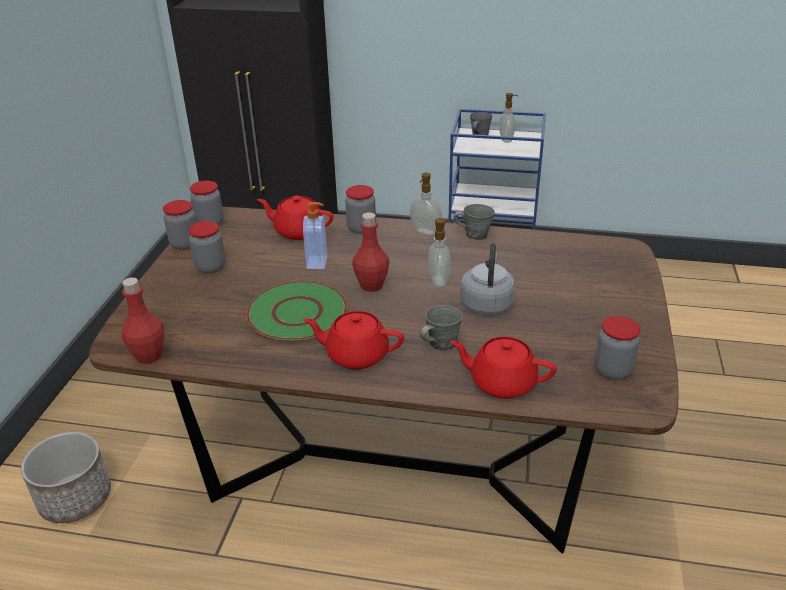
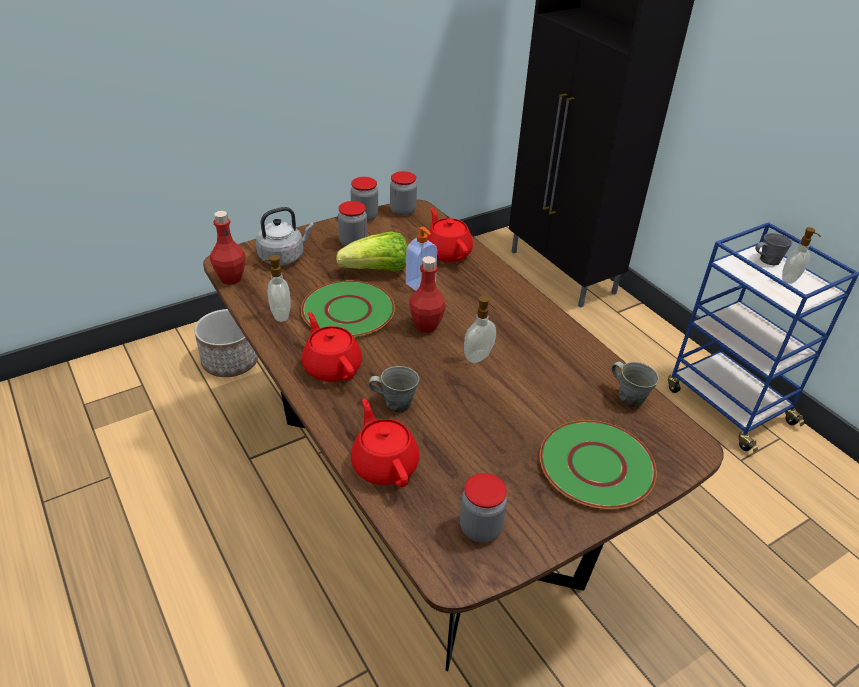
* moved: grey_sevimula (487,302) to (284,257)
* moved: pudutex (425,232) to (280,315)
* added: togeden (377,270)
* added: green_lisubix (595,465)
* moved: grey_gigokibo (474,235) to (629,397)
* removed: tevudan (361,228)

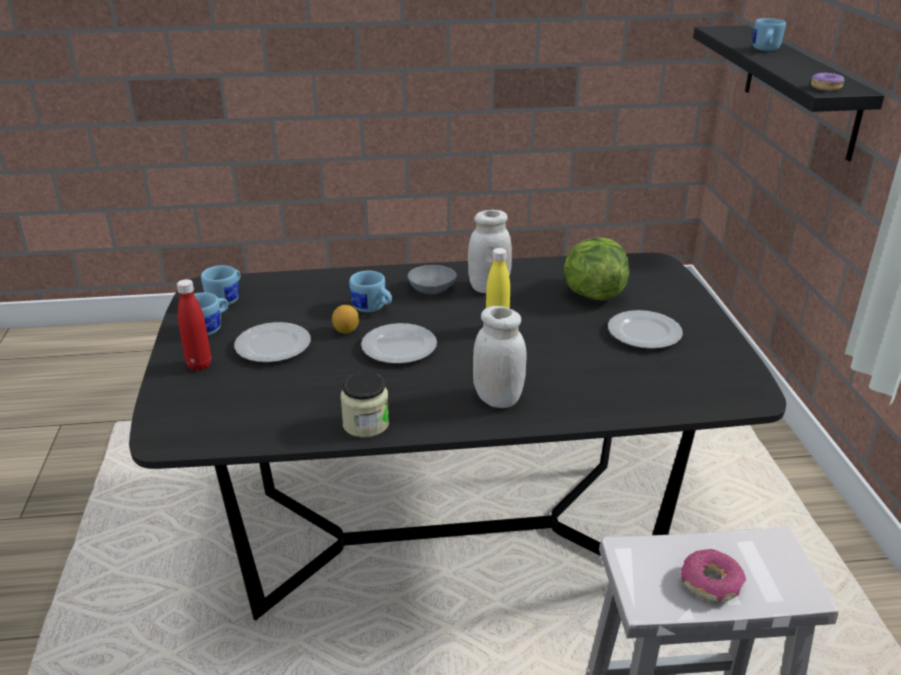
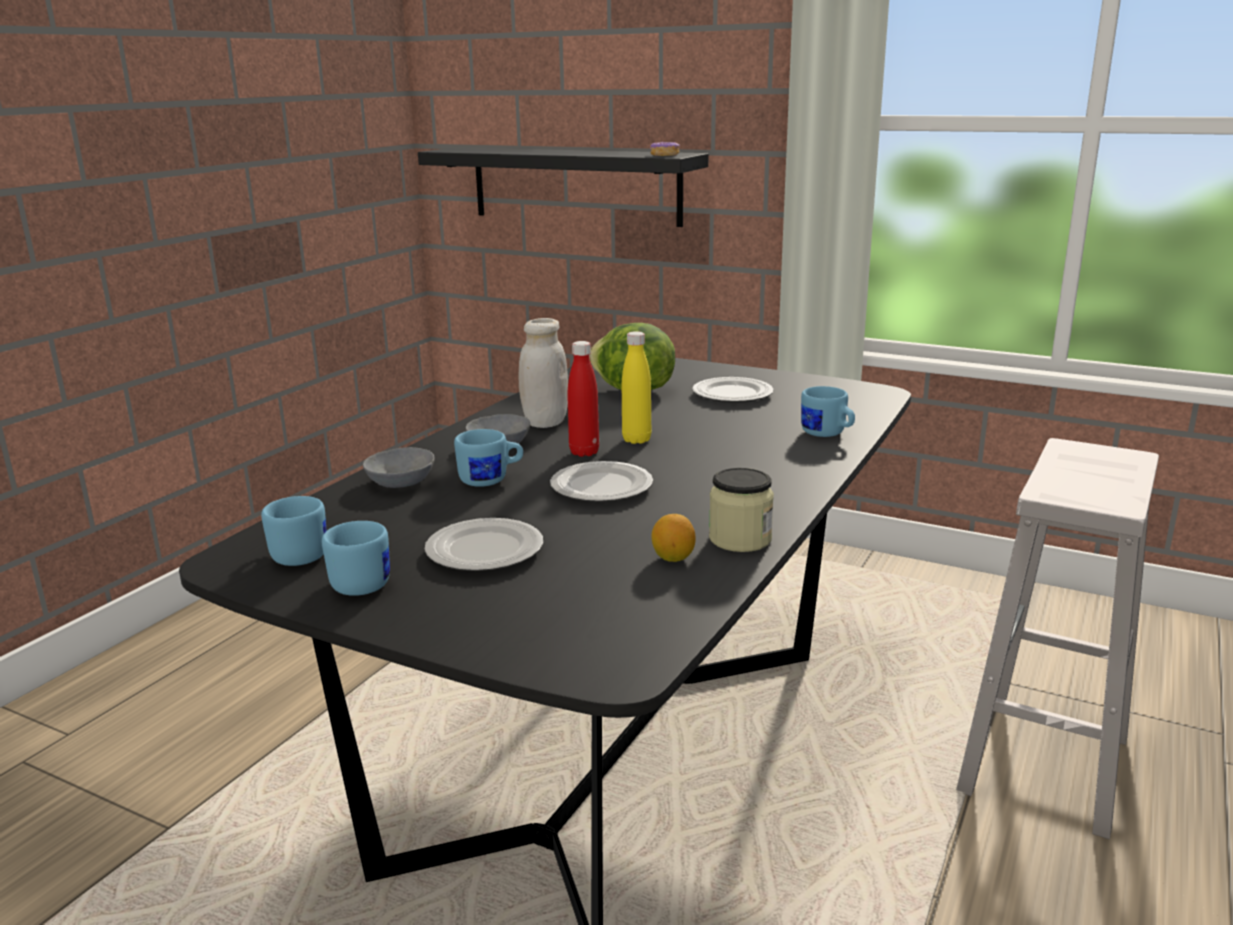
* added: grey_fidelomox (399,480)
* moved: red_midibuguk (199,365) to (584,452)
* moved: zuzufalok (346,331) to (673,558)
* moved: blue_gigokibo (764,50) to (827,435)
* removed: white_tevudan (497,399)
* removed: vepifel (711,583)

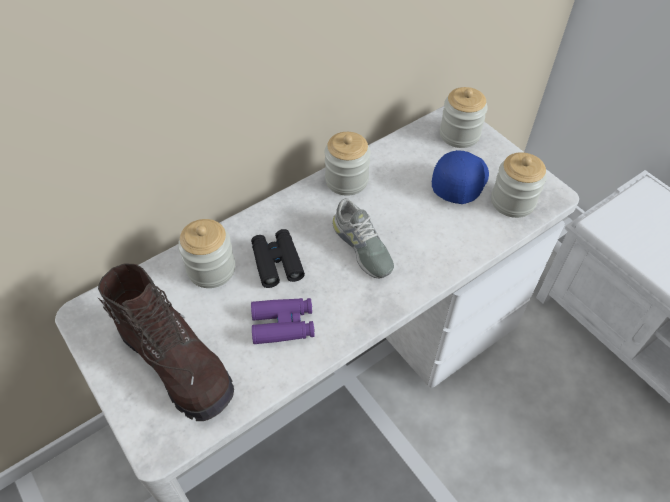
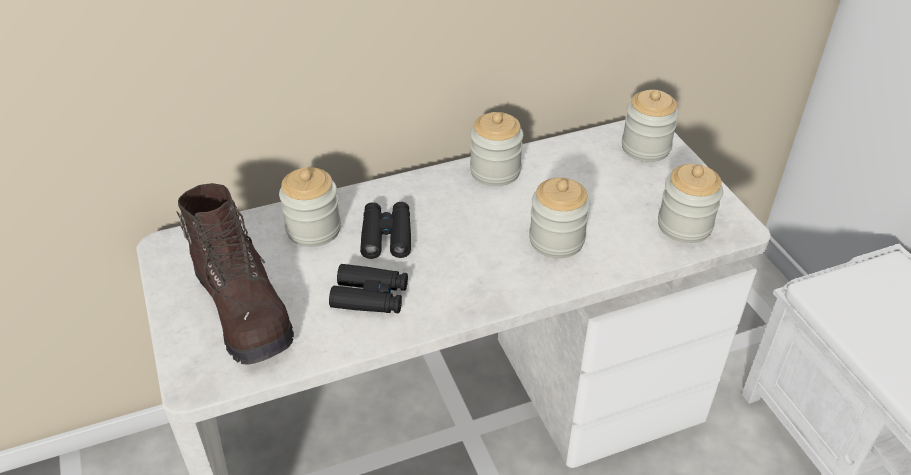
* recoloured: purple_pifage (283,324) to black_pifage (370,296)
* added: tevudan (556,240)
* removed: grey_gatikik (362,247)
* removed: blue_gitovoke (459,181)

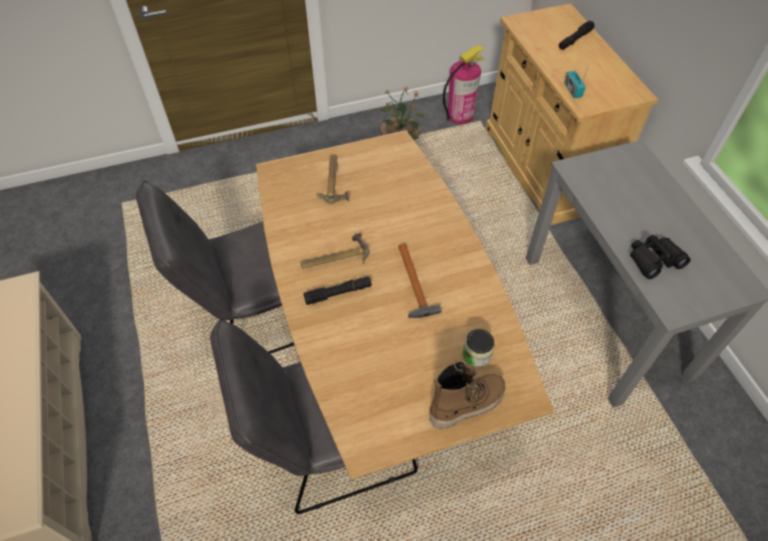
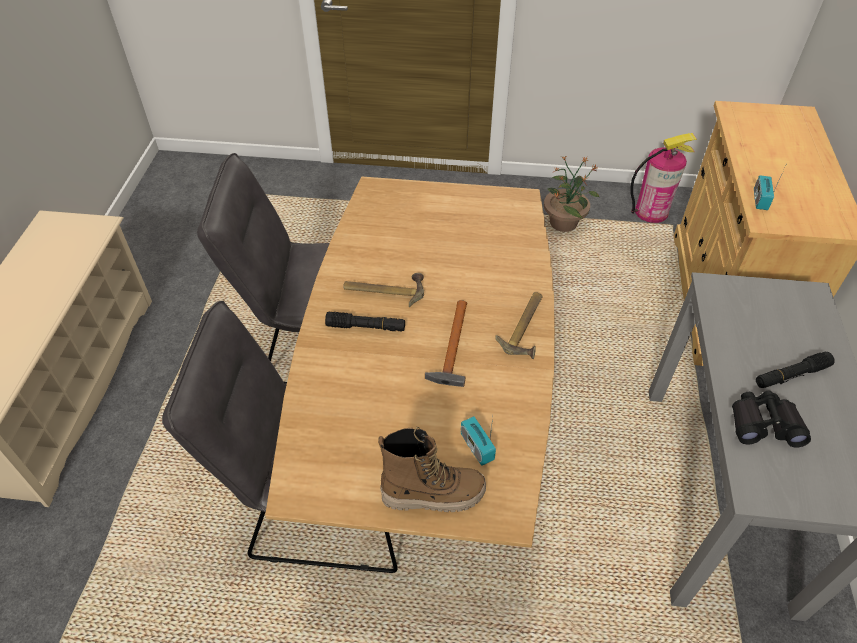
* replaced: tevudan (476,355) to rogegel (477,447)
* moved: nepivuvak (335,181) to (527,327)
* moved: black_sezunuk (575,40) to (791,375)

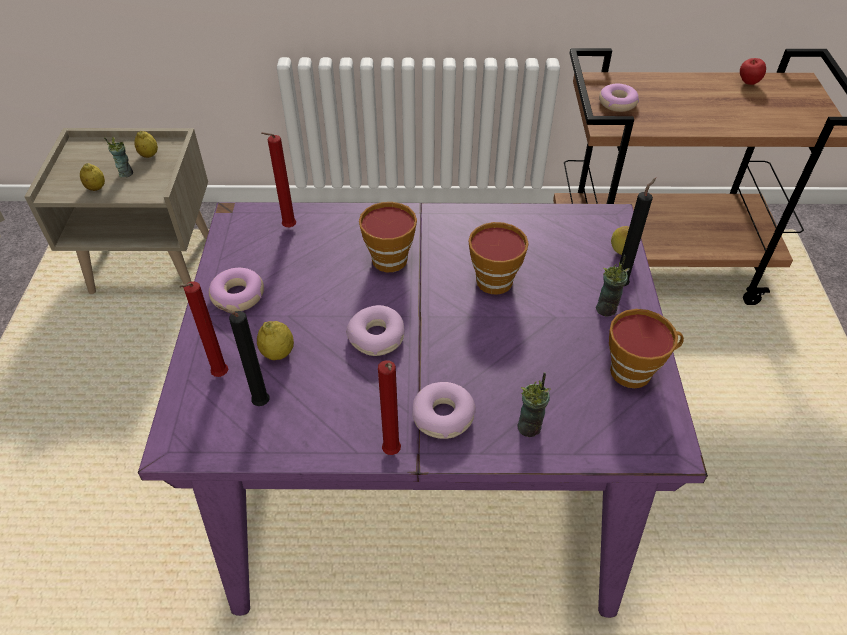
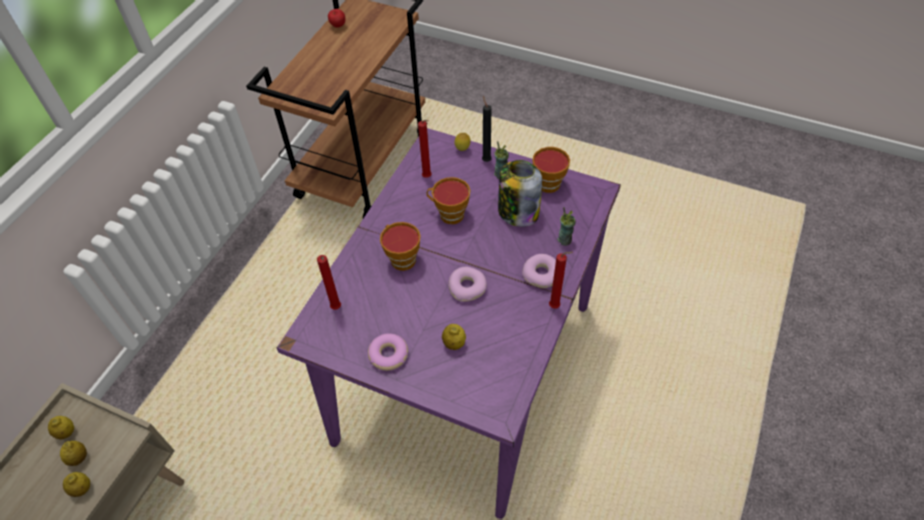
* replaced: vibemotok (126,173) to zuzufalok (79,458)
* moved: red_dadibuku (219,376) to (428,177)
* added: tevudan (517,211)
* removed: black_dadibuku (258,403)
* removed: vepifel (617,103)

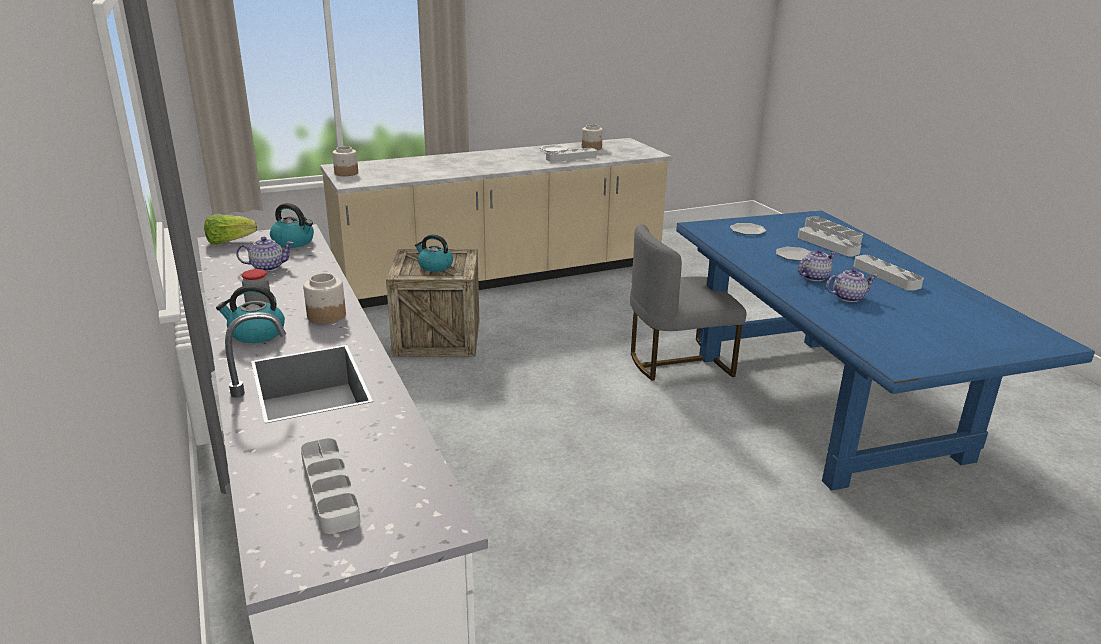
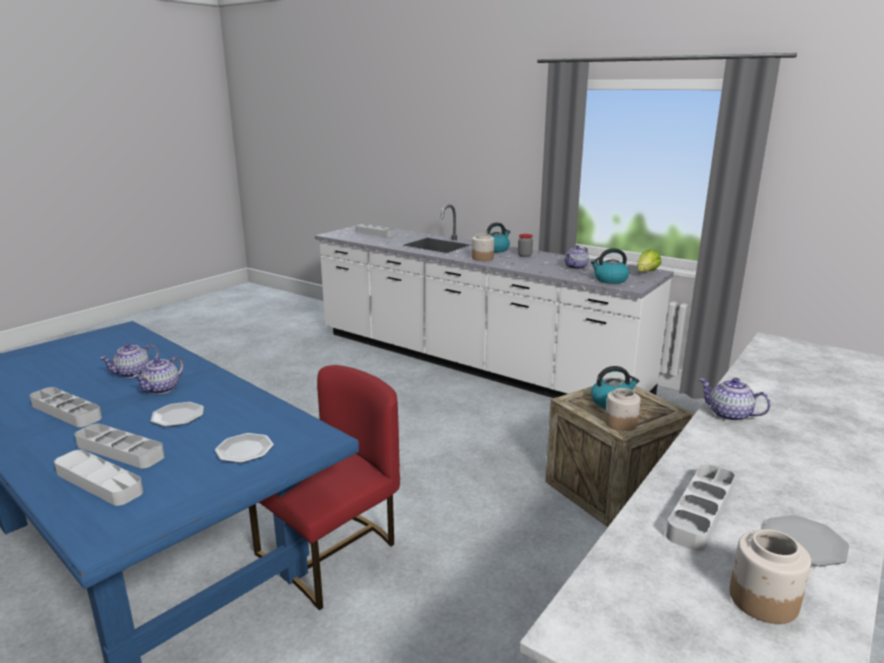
* recoloured: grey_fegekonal (678,362) to red_fegekonal (331,553)
* moved: tevudan (346,173) to (620,423)
* added: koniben (730,415)

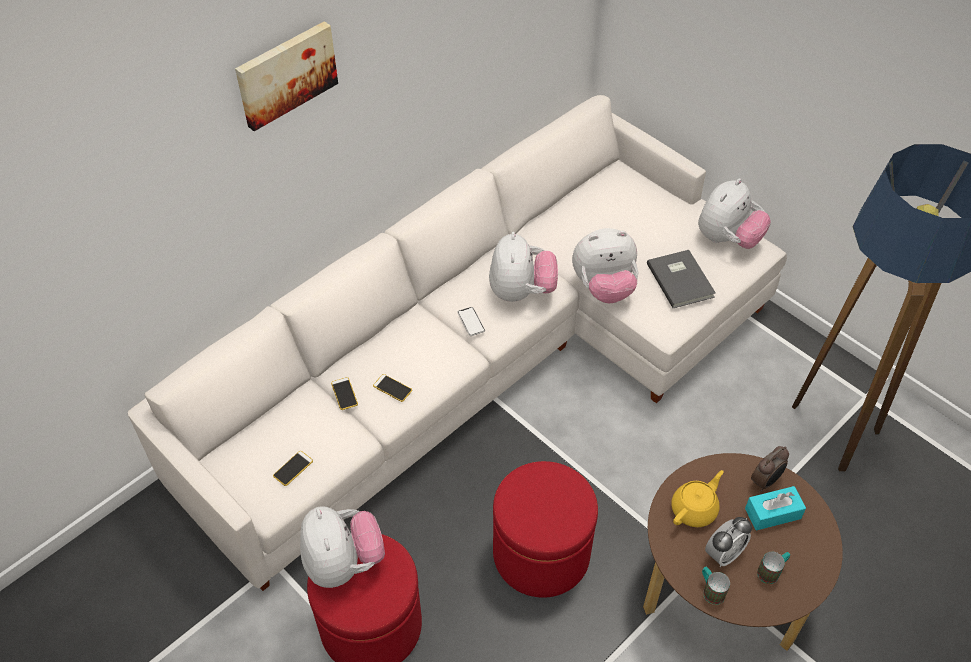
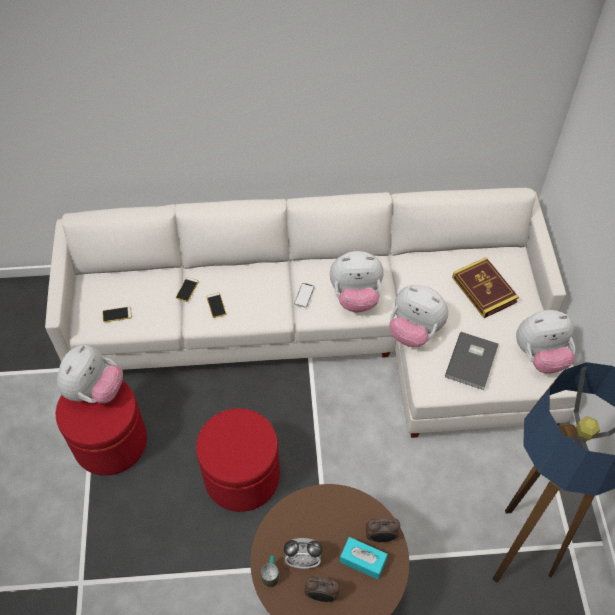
* replaced: gigokibo (771,571) to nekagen (321,595)
* turned: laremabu (521,291) = (355,297) 45 degrees clockwise
* added: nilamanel (484,290)
* removed: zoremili (285,74)
* removed: yellow_koniben (694,509)

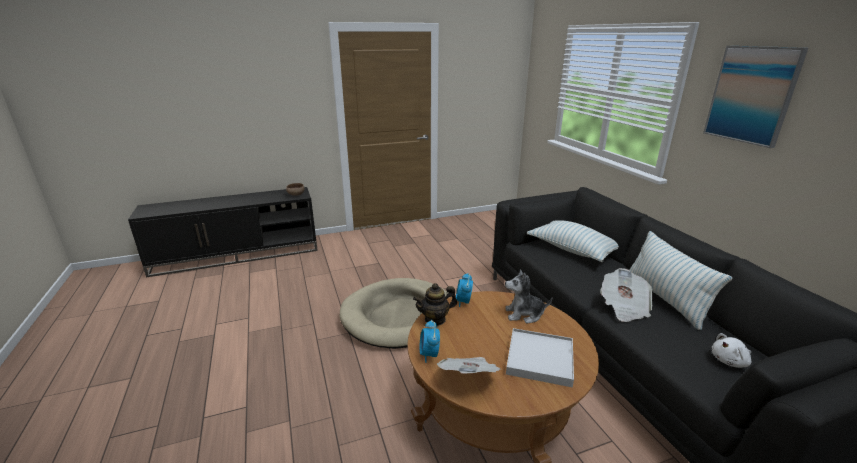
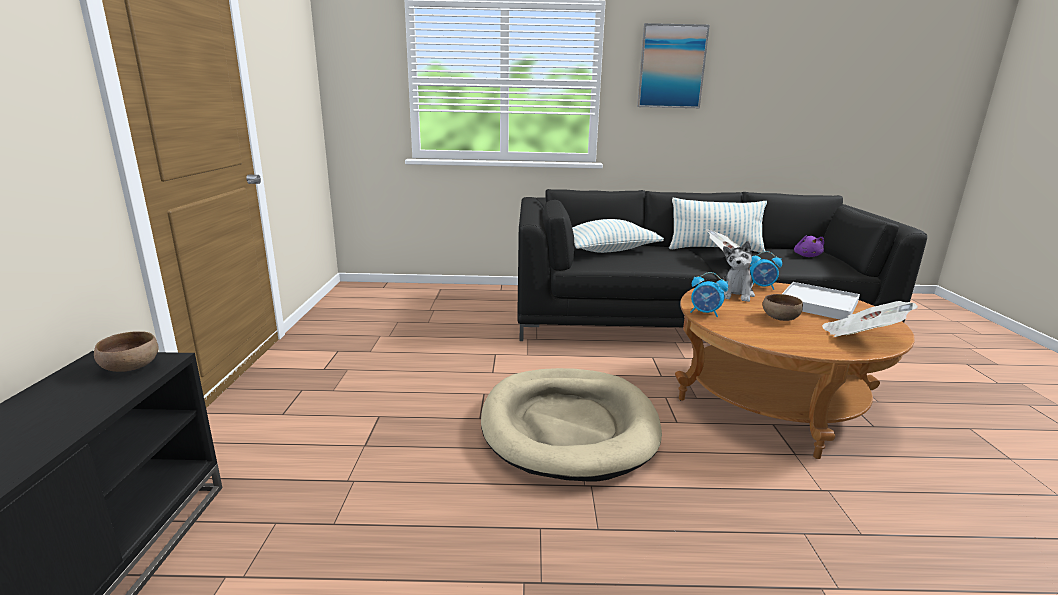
* moved: nekagen (429,354) to (761,287)
* added: brown_fidelomox (779,318)
* recoloured: white_laremabu (730,361) to purple_laremabu (807,256)
* removed: koniben (435,319)

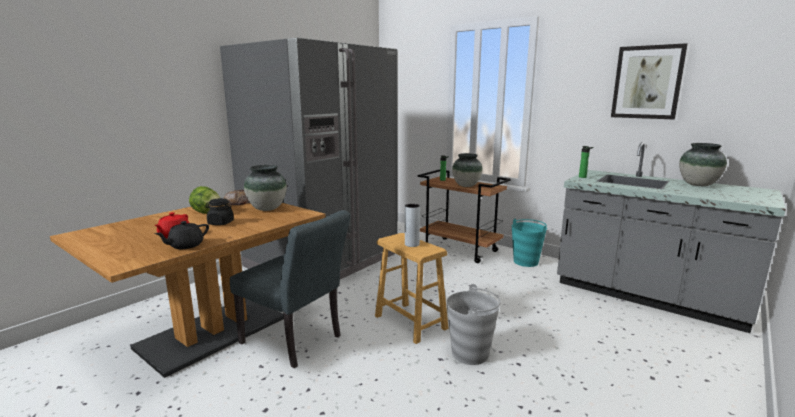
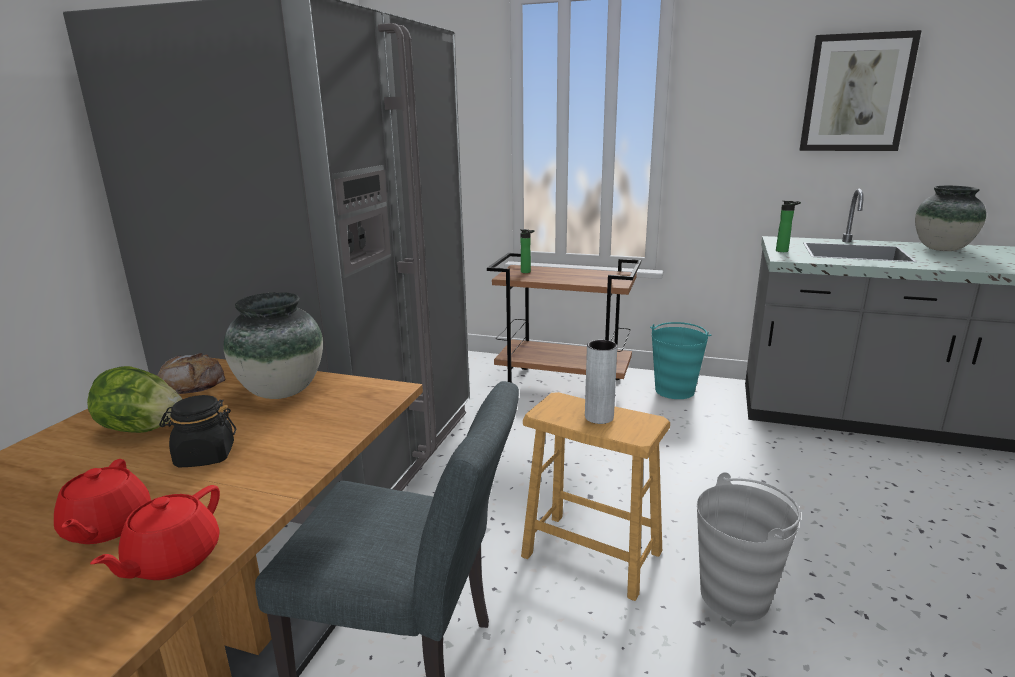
* recoloured: black_koniben (185,246) to red_koniben (172,560)
* removed: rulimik (466,185)

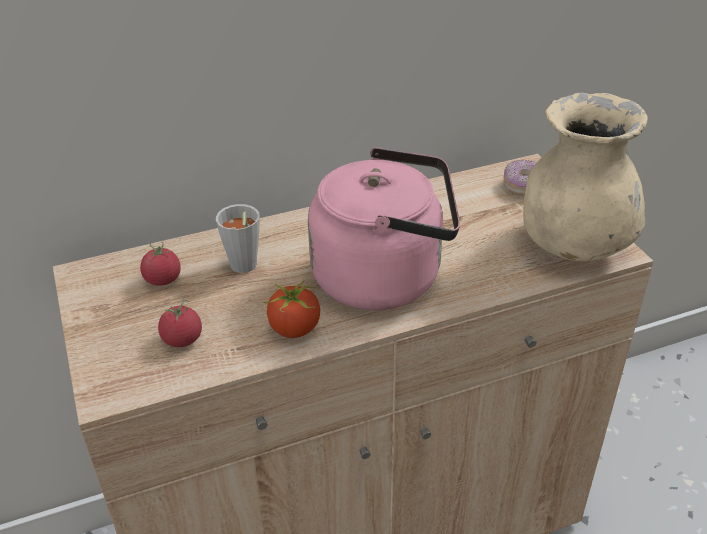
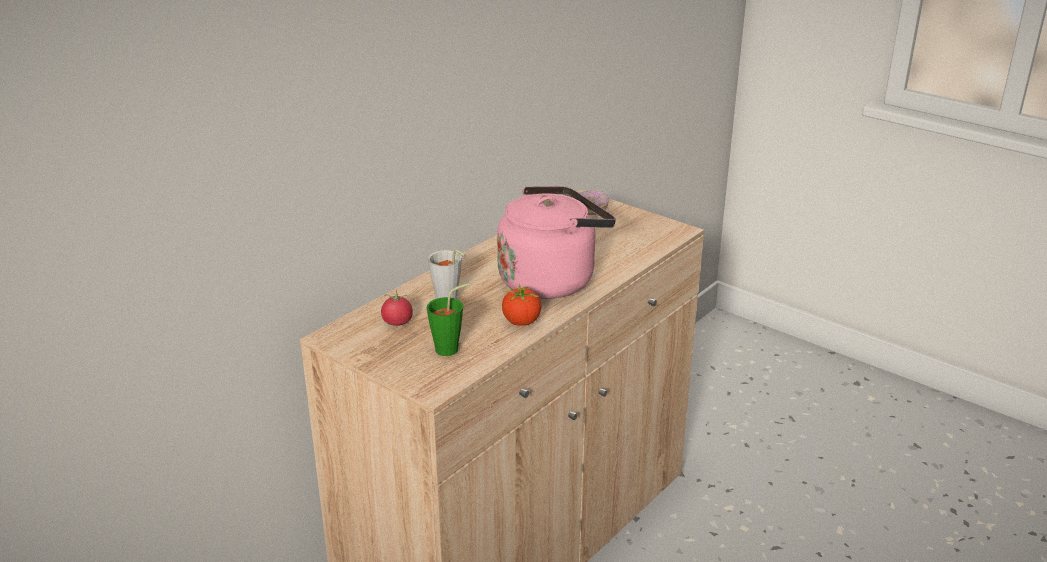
* replaced: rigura (182,339) to green_vibemotok (452,348)
* removed: beige_rulimik (573,245)

